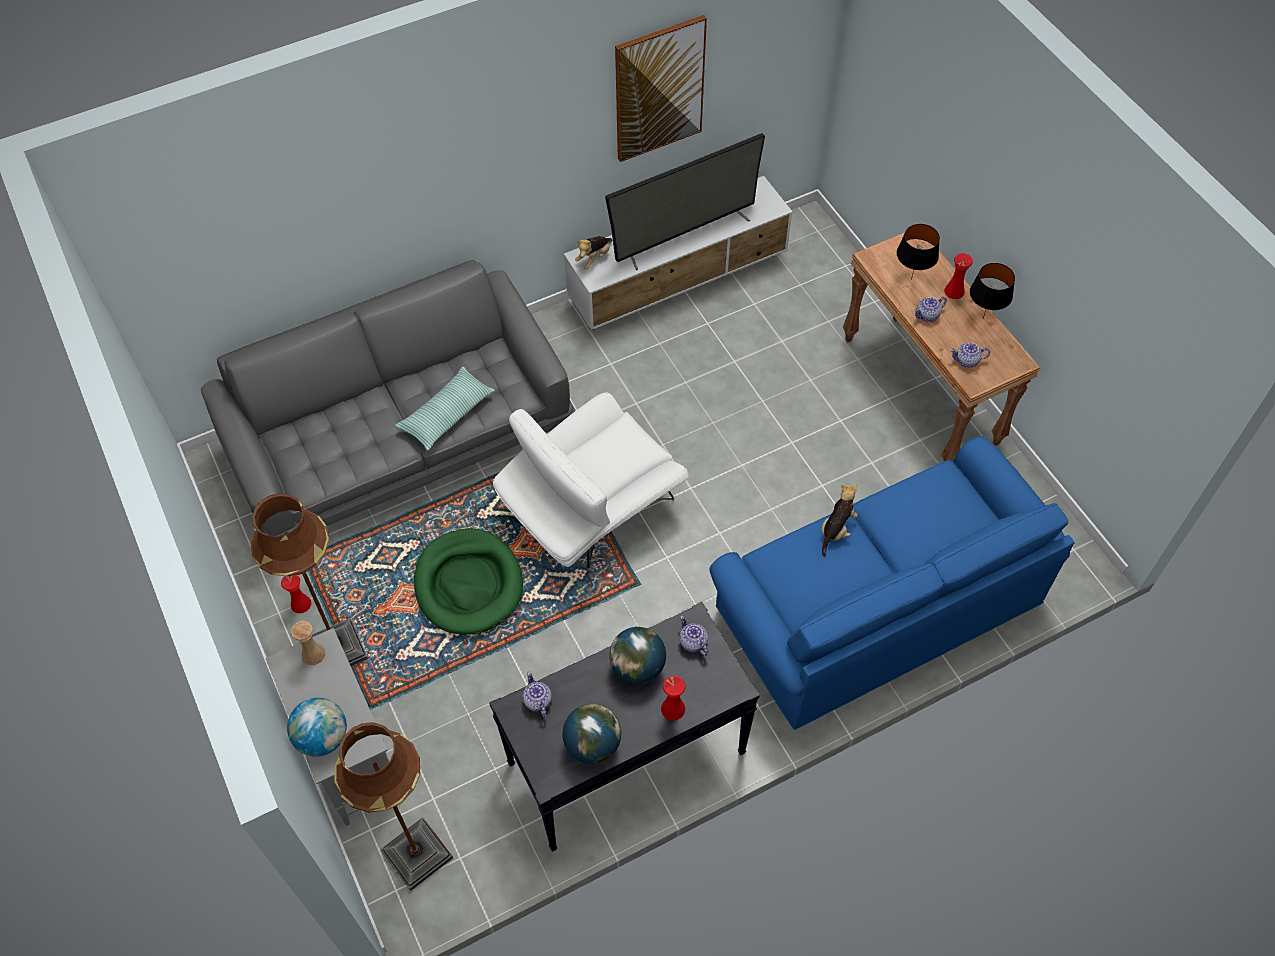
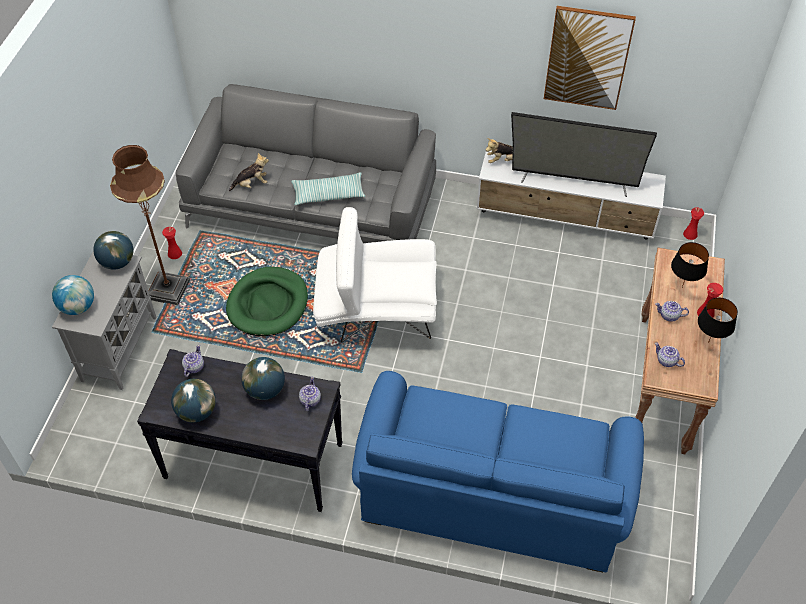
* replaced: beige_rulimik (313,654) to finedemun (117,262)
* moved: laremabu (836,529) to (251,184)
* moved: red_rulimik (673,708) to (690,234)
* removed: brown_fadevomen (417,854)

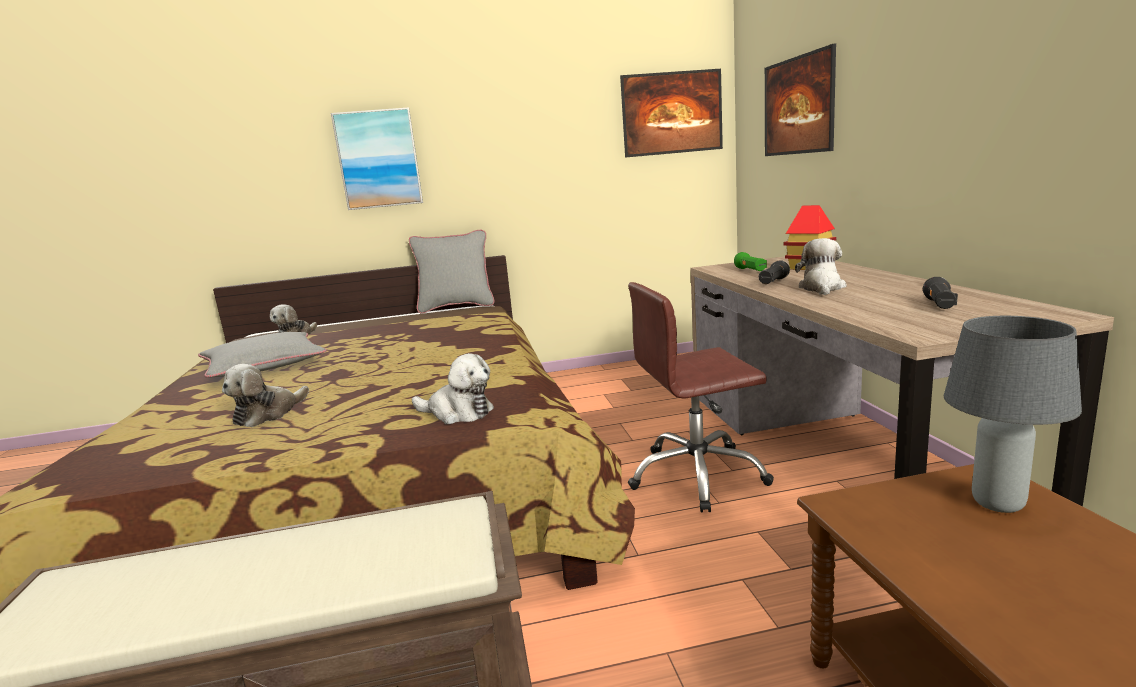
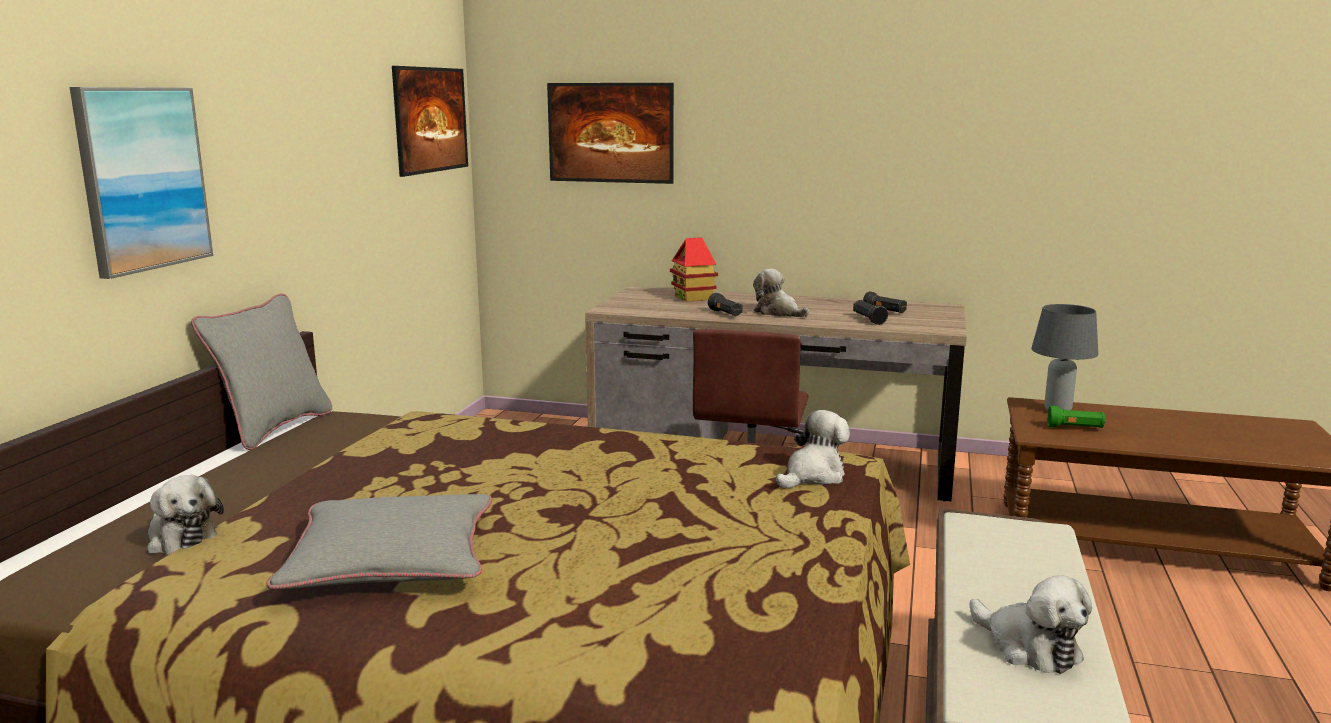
* added: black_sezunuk (868,319)
* moved: laremabu (268,414) to (1029,647)
* moved: green_sezunuk (750,270) to (1075,428)

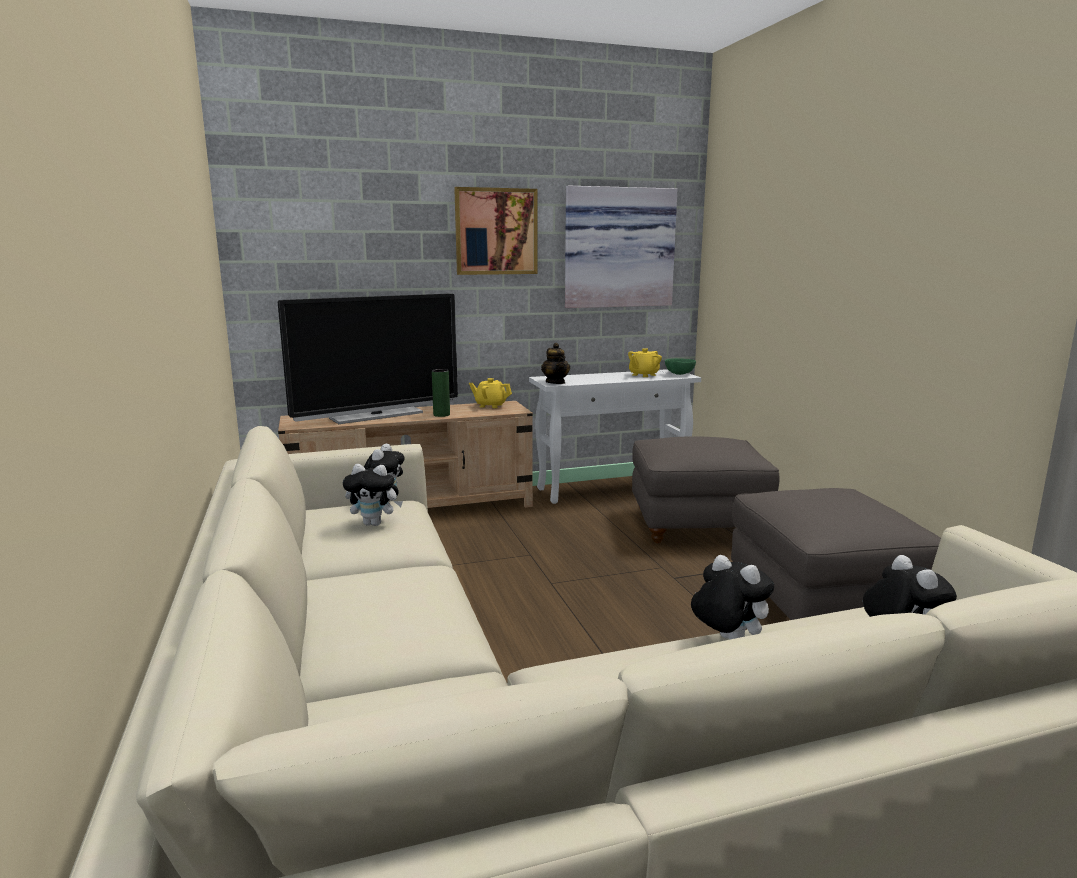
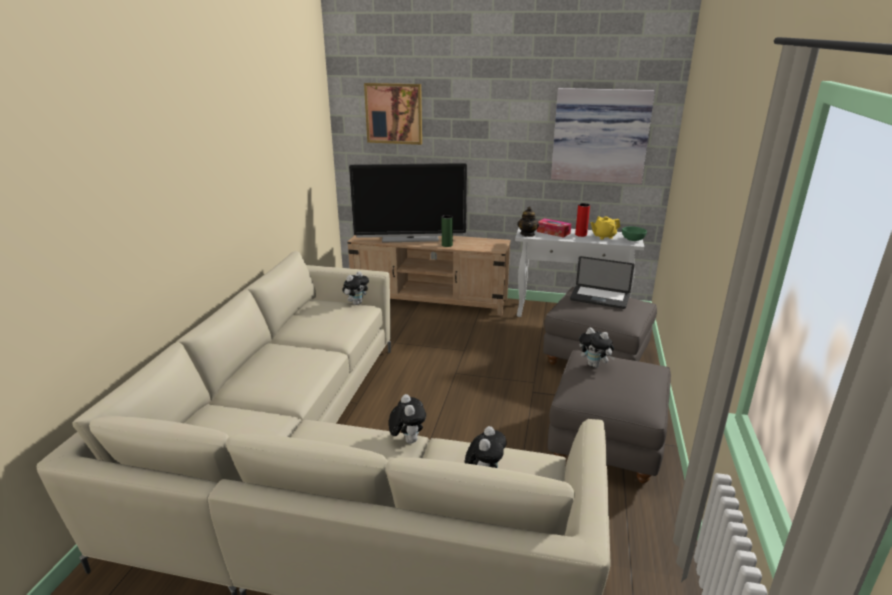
* moved: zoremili (496,231) to (394,113)
* added: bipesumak (553,232)
* added: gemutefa (599,298)
* added: red_rulimik (581,235)
* moved: laremabu (375,523) to (594,365)
* removed: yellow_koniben (490,405)

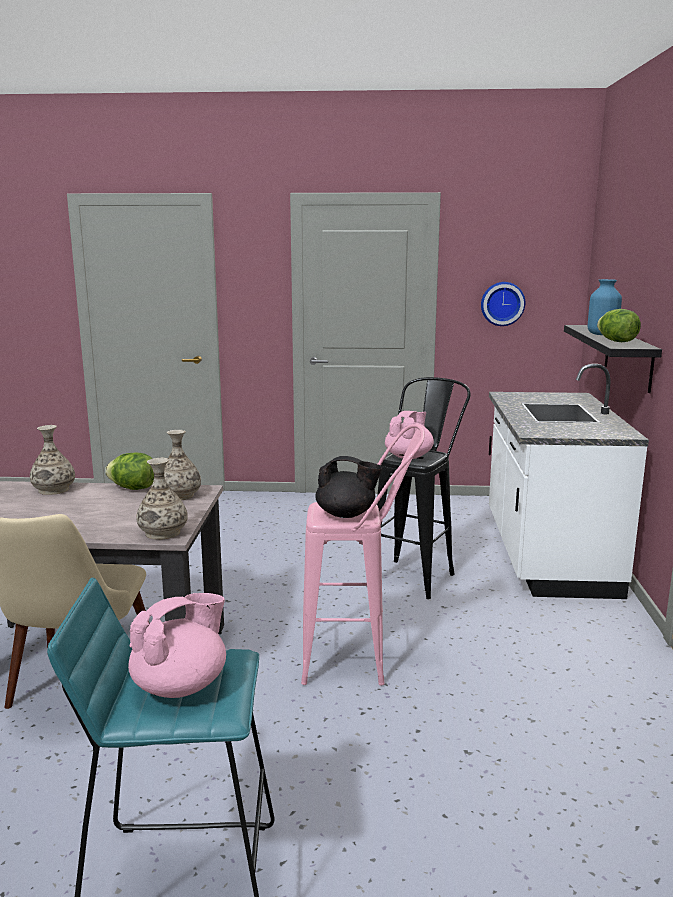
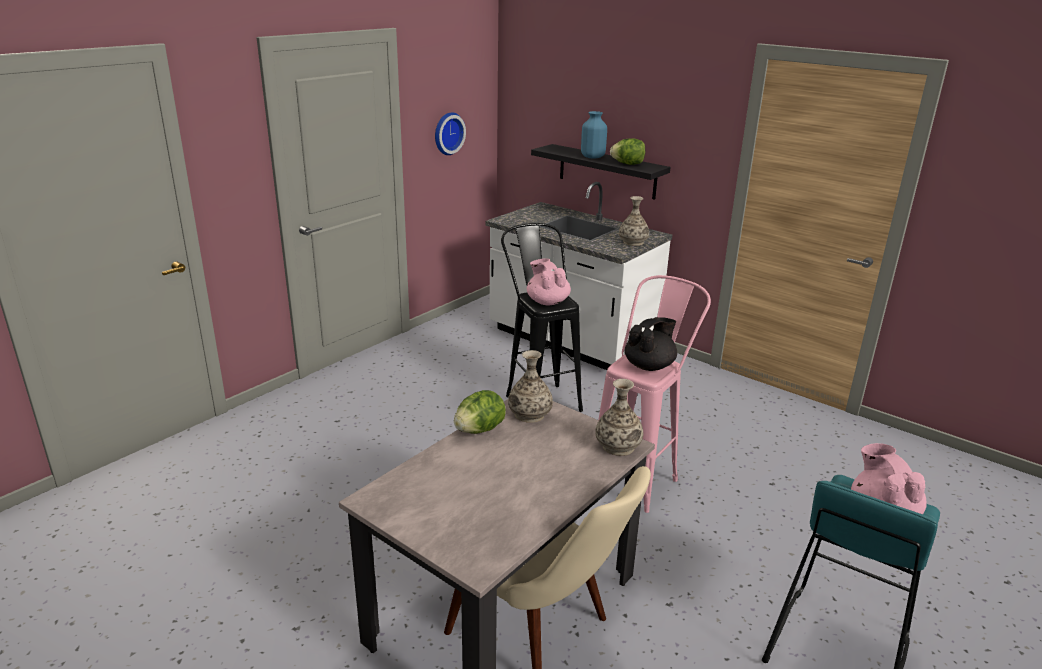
* moved: rulimik (53,489) to (633,242)

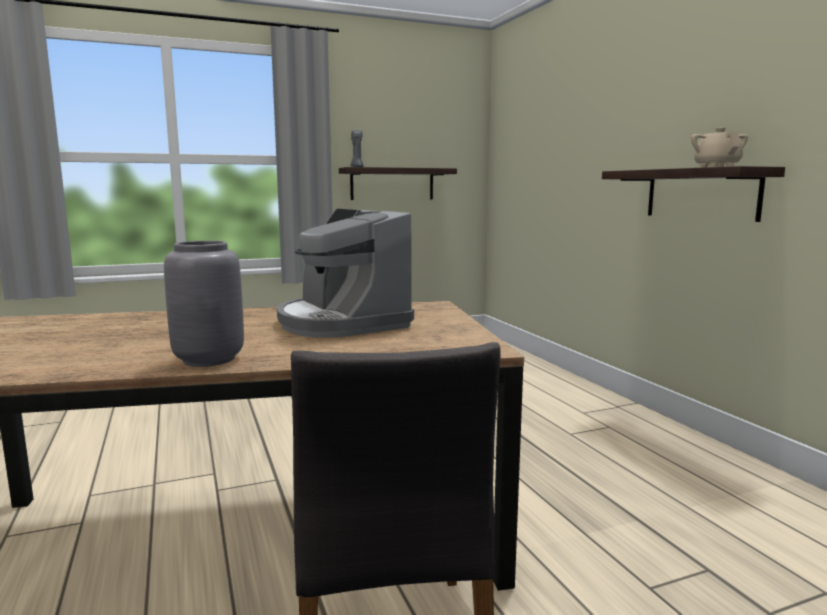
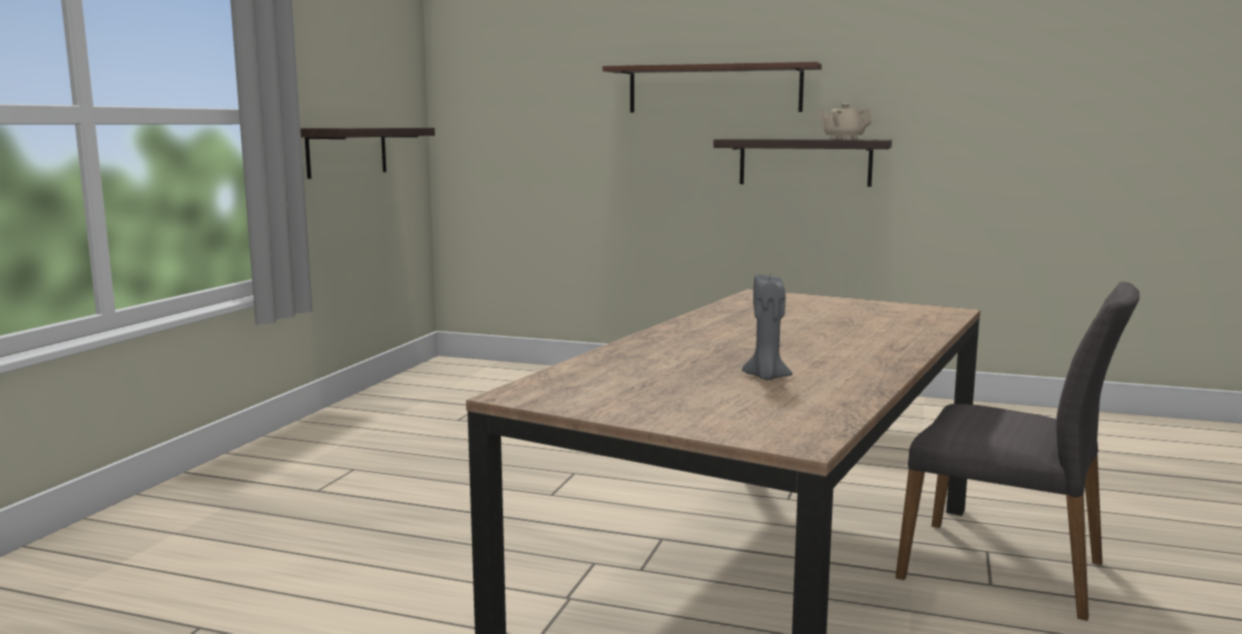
* added: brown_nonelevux (714,89)
* moved: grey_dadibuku (356,167) to (766,377)
* removed: grey_rulimik (210,359)
* removed: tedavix (341,322)

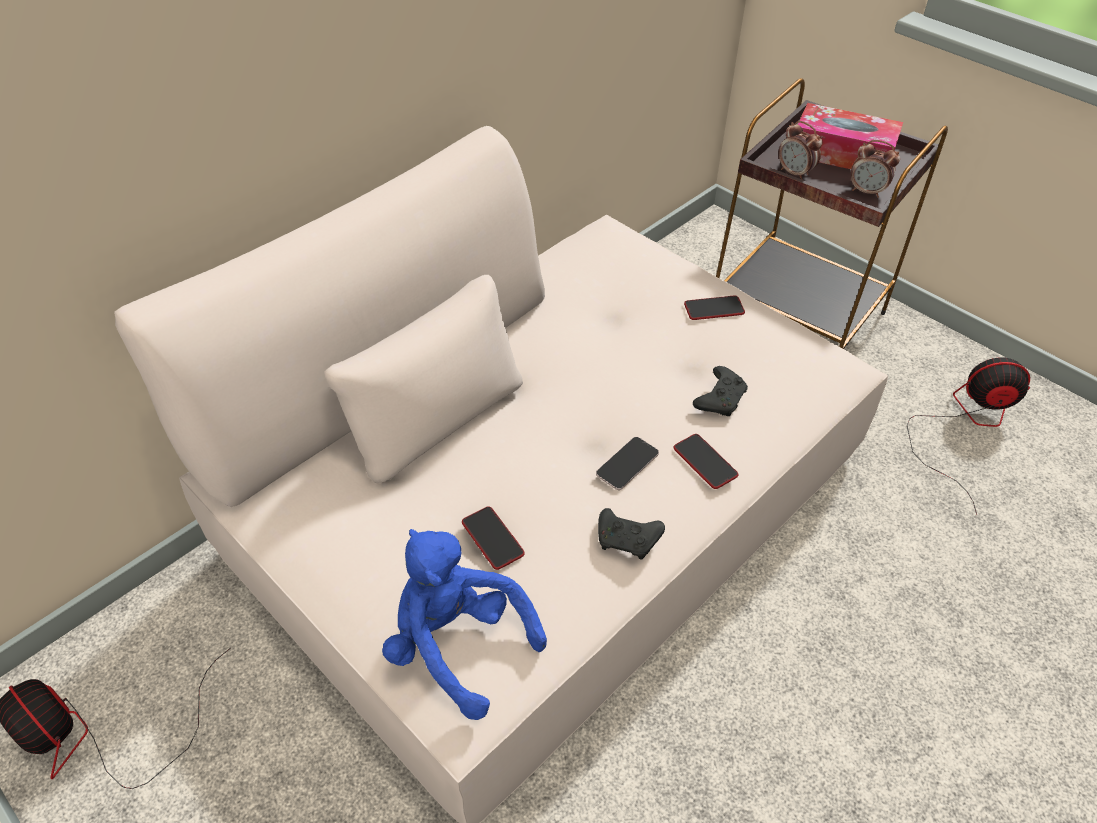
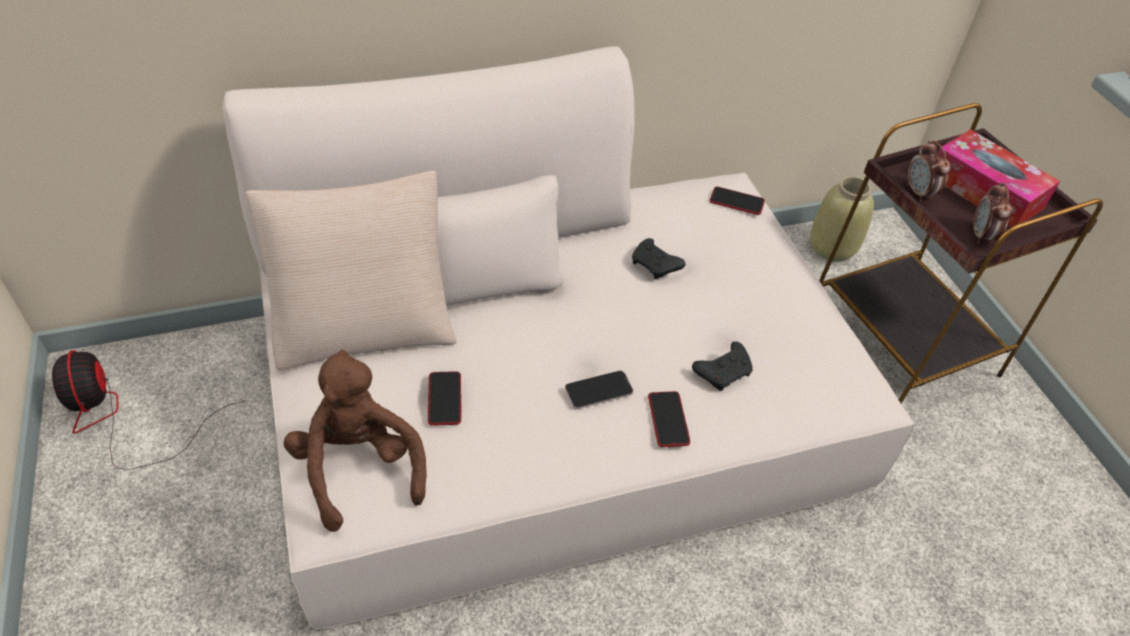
* added: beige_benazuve (364,320)
* recoloured: blue_laremabu (457,644) to brown_laremabu (359,467)
* moved: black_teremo (628,540) to (655,266)
* moved: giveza (714,309) to (736,201)
* added: beige_rulimik (831,248)
* turned: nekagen (867,191) = (981,236) 45 degrees clockwise
* removed: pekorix (966,426)

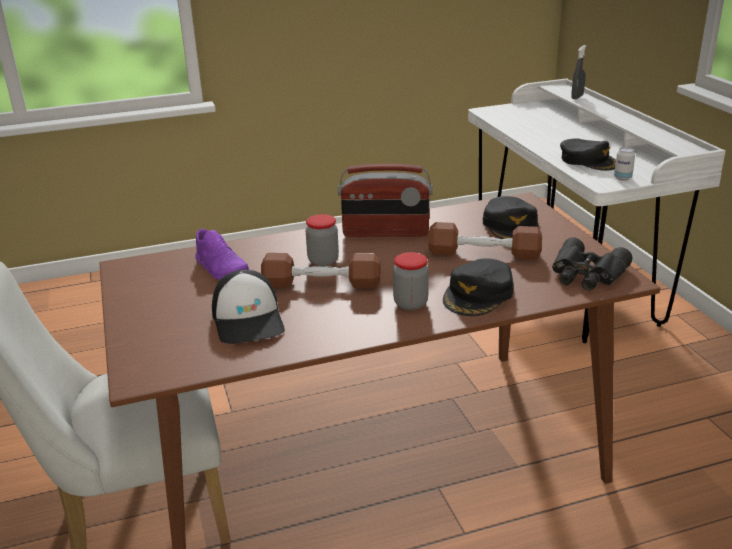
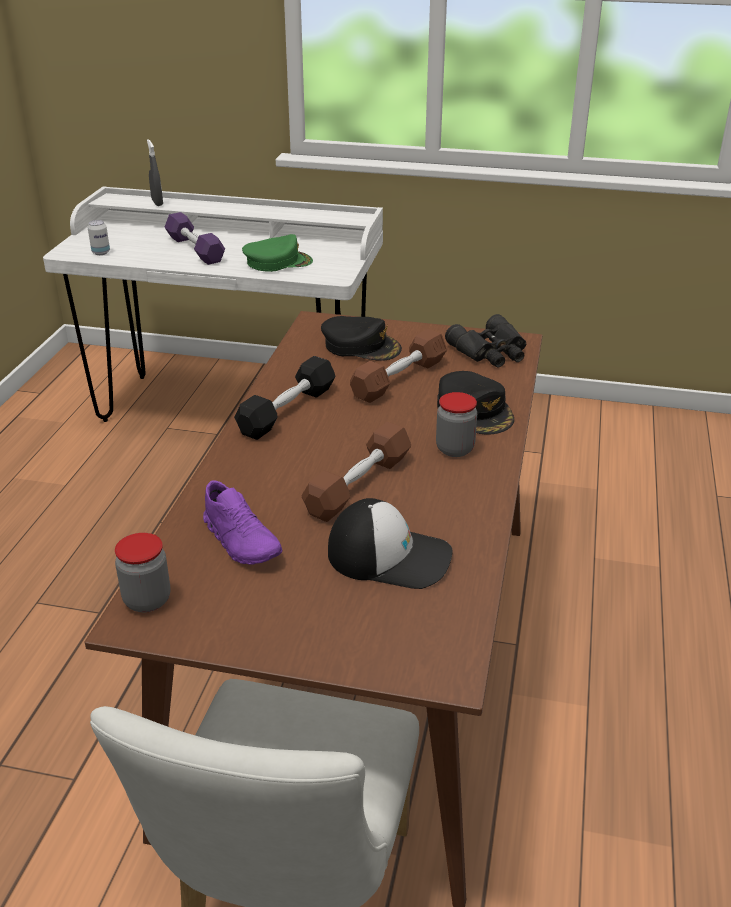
* moved: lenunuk (622,178) to (101,253)
* moved: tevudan (323,261) to (147,600)
* added: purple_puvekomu (195,249)
* turned: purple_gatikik (222,269) = (242,541) 60 degrees clockwise
* replaced: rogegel (385,232) to black_puvekomu (287,410)
* recoloured: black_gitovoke (588,161) to green_gitovoke (277,262)

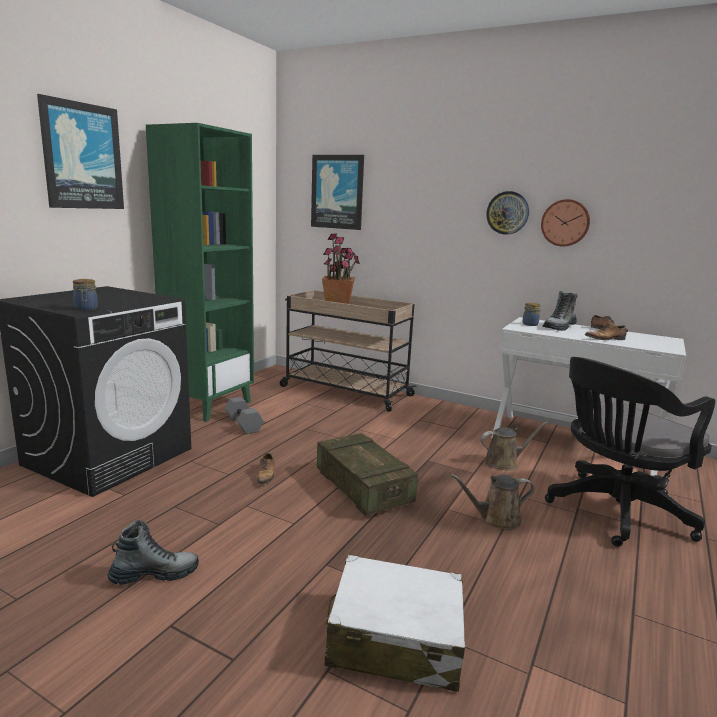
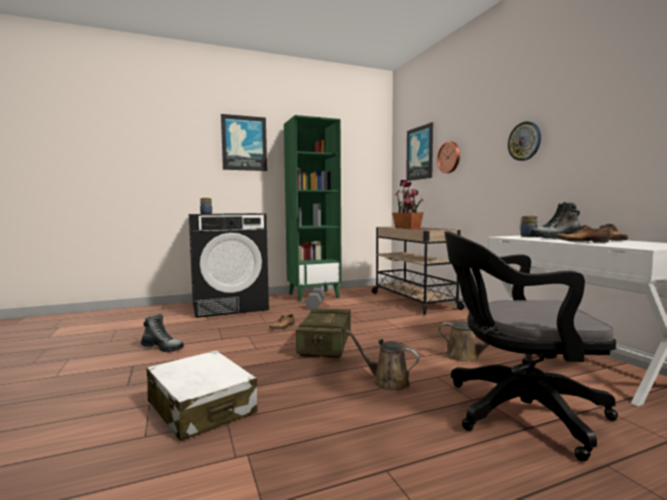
* moved: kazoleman (565,223) to (449,157)

